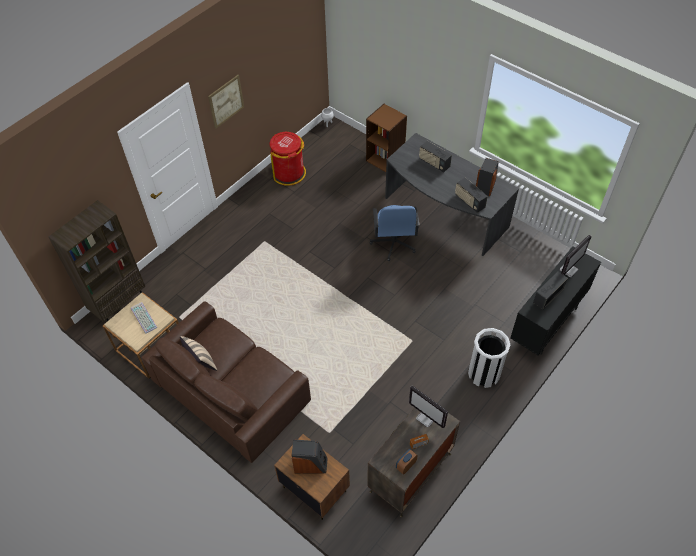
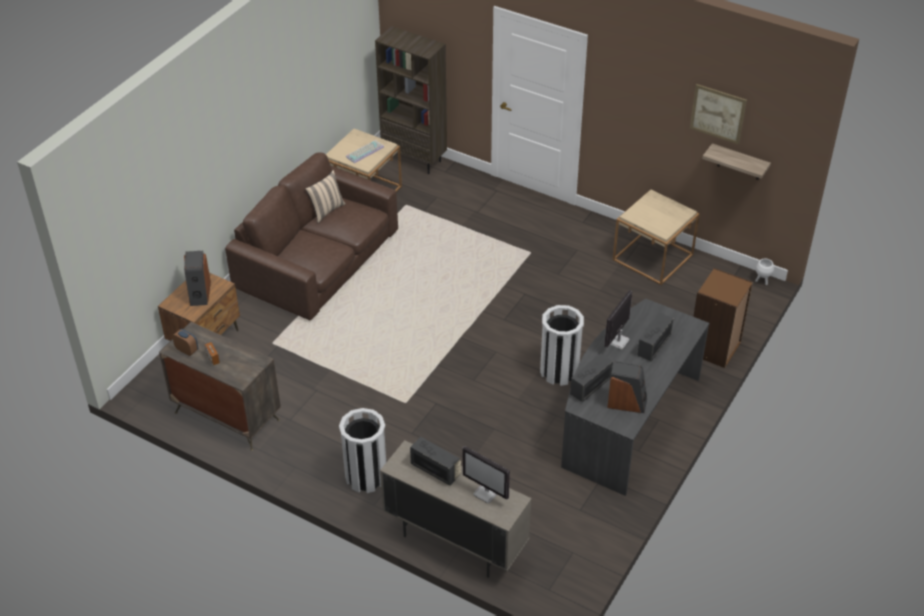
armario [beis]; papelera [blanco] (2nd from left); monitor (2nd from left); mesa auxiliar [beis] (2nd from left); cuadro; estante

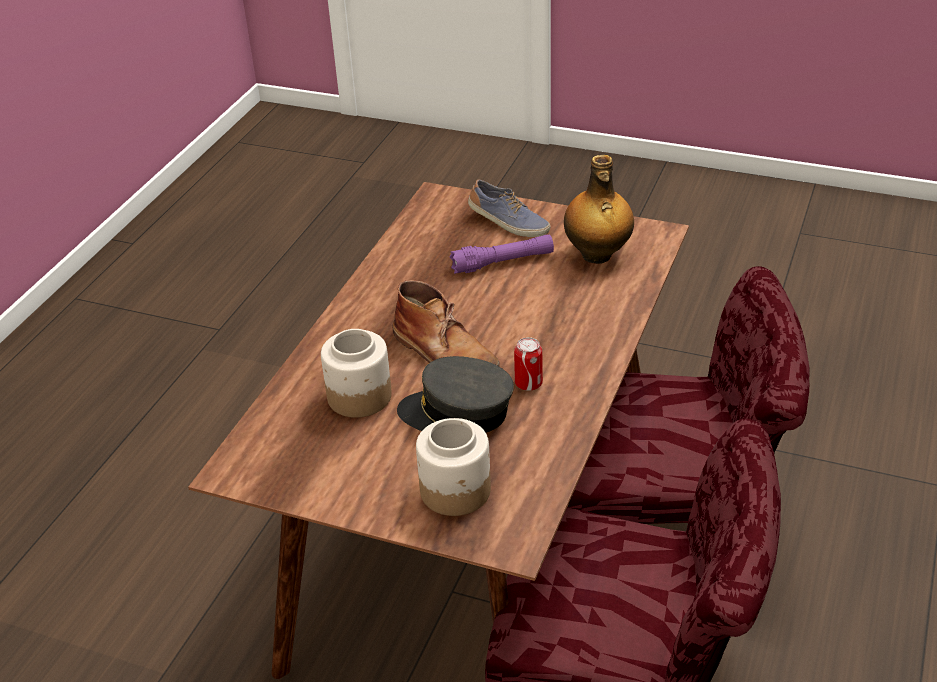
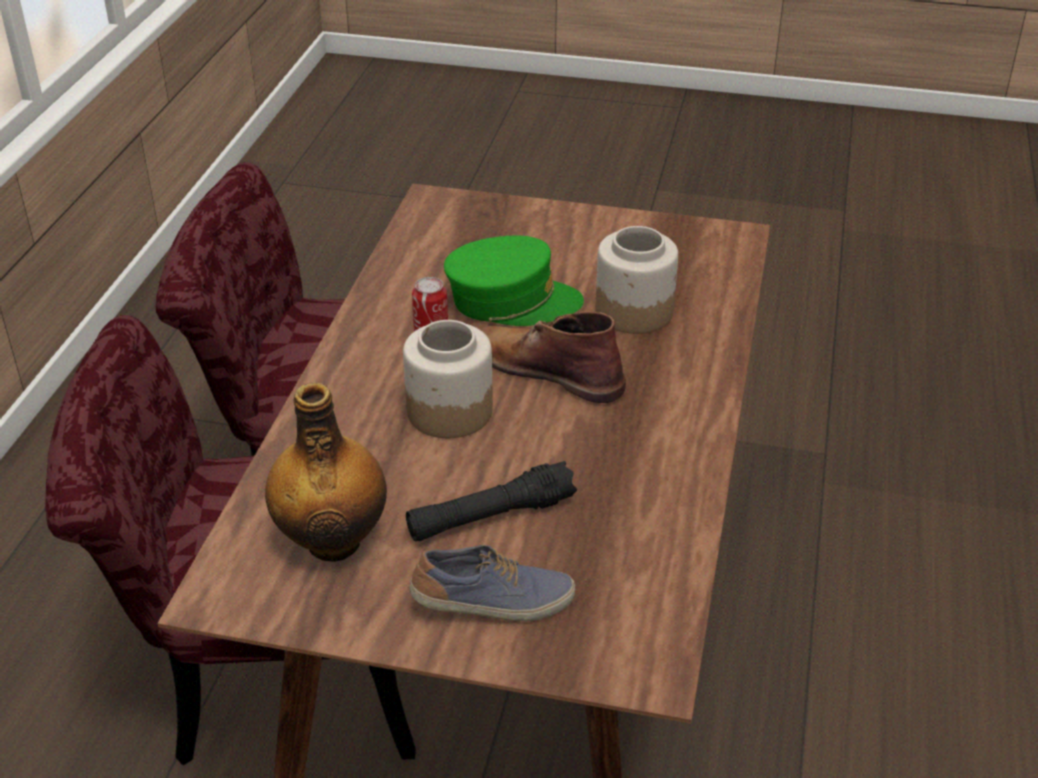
tarro (1st from left); linterna [negro]; zapato; gorra [verde]

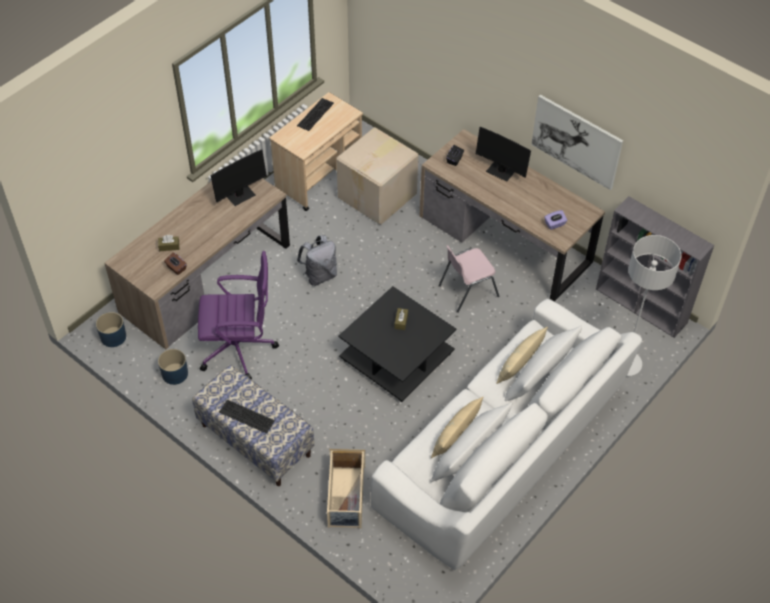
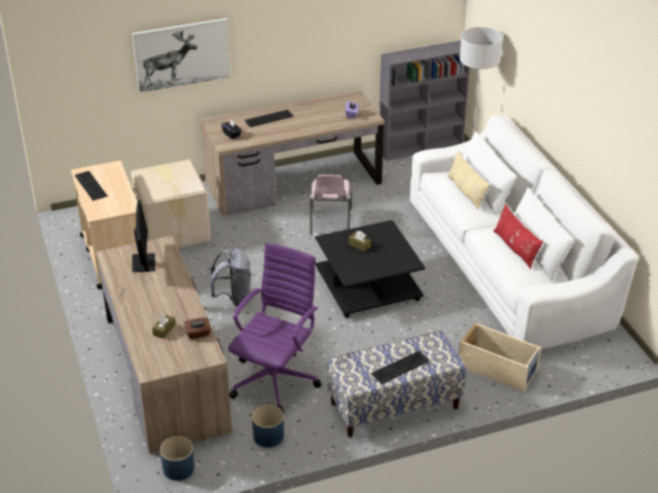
cuadro; teclado (2nd from left); cojín [rojo]

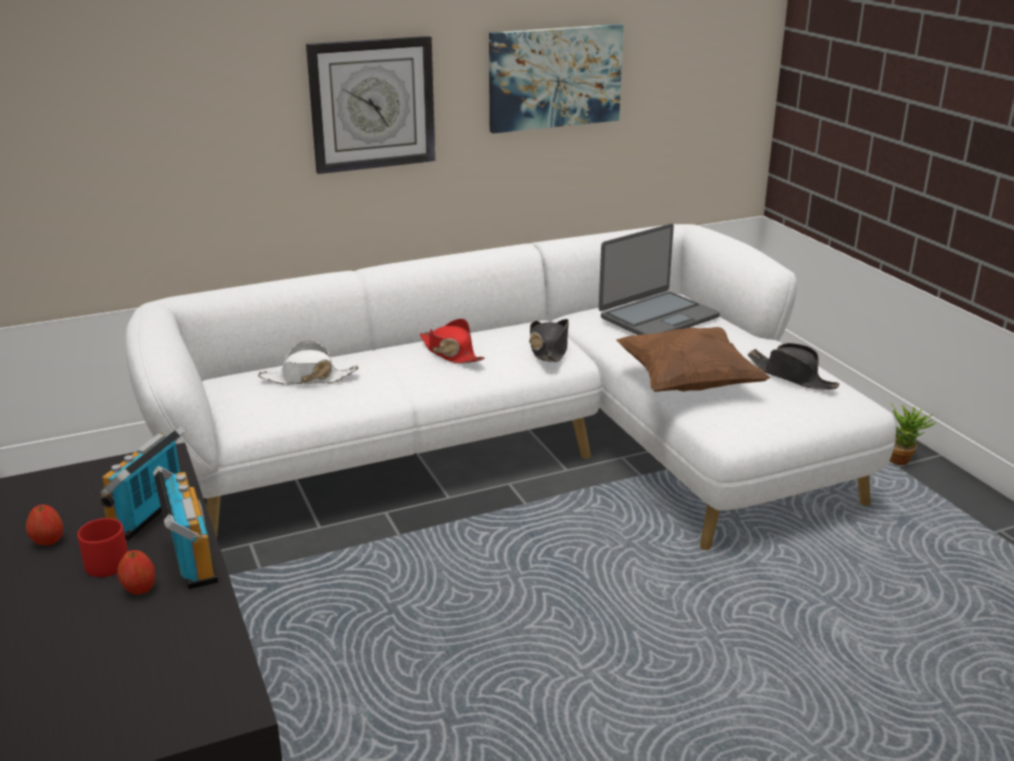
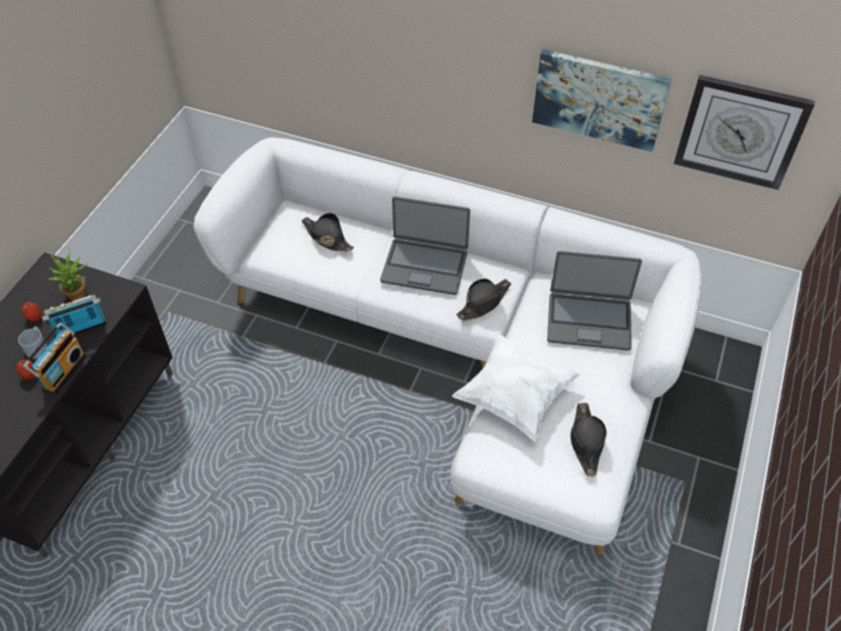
taza grande [gris]; planta en maceta; sombrero [negro] (1st from left); portátil (1st from left); cojín [blanco]; reloj de pared

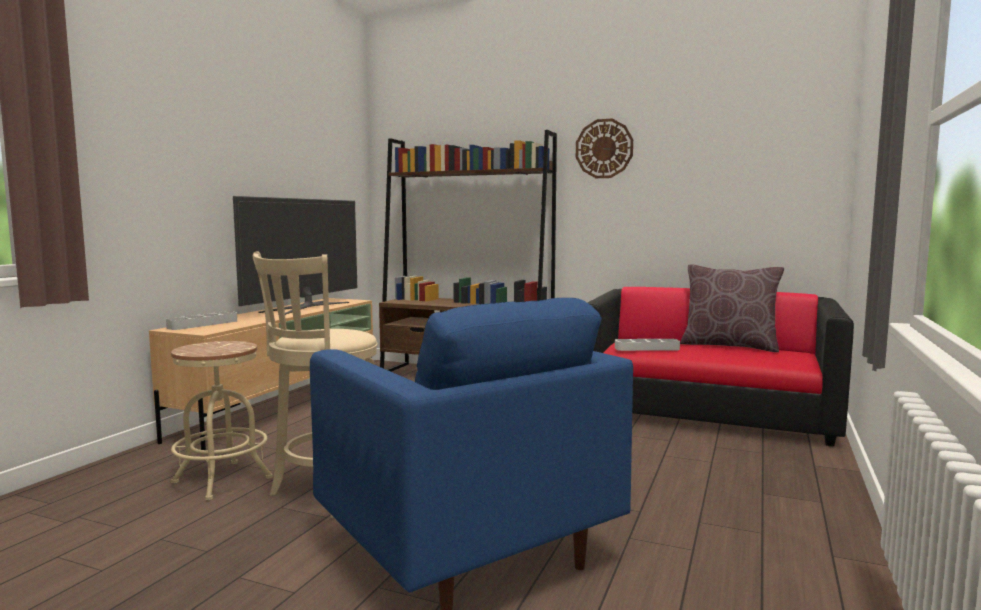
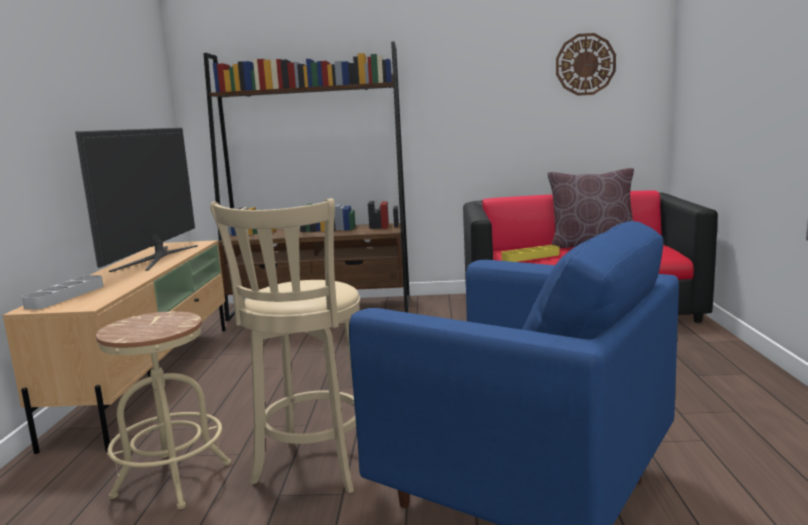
bandeja [amarillo]; reloj de pared

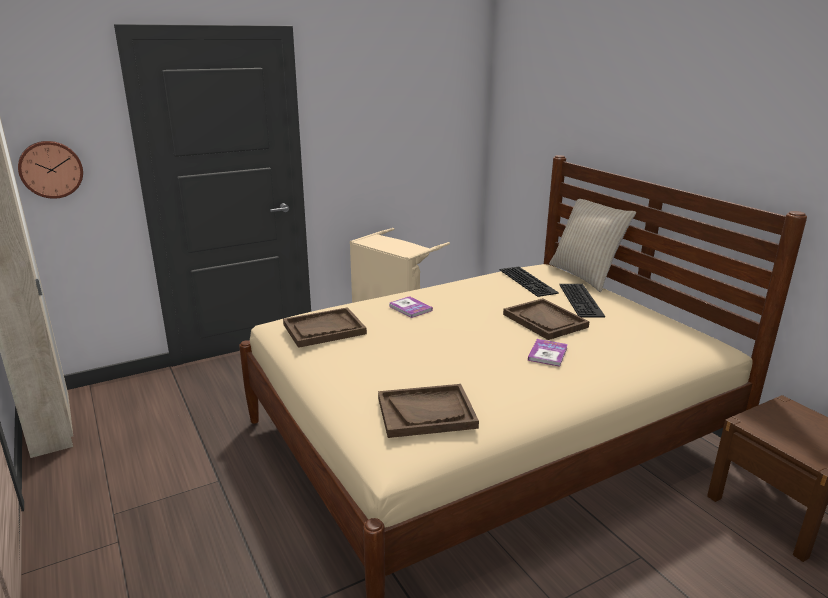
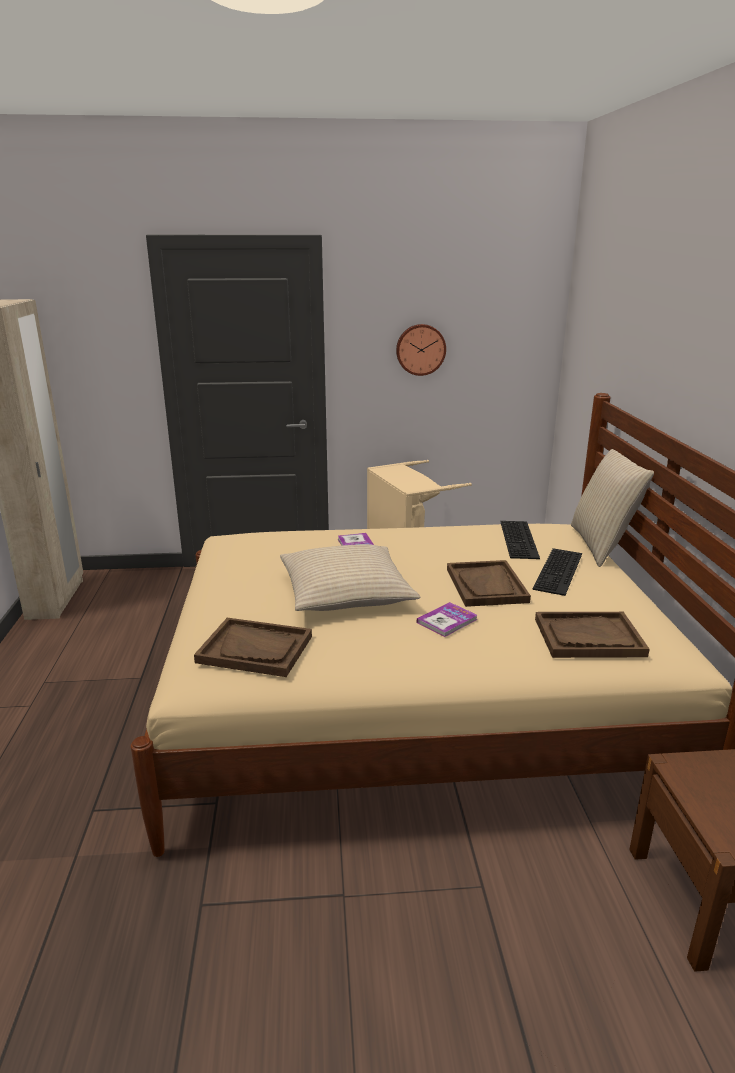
cojín [beis] (1st from left); reloj de pared; bandeja [marrón] (3rd from left)

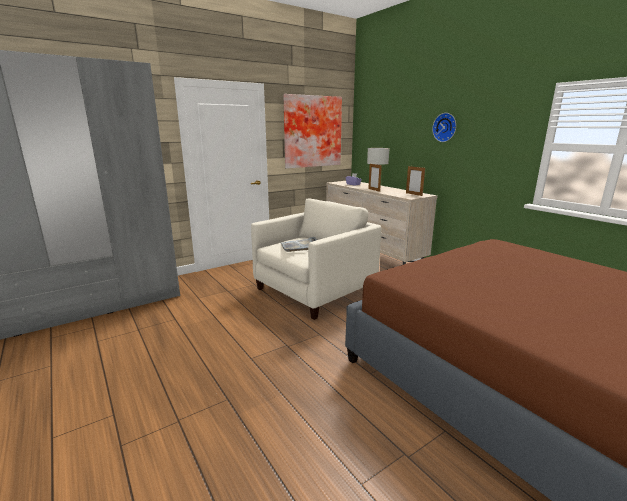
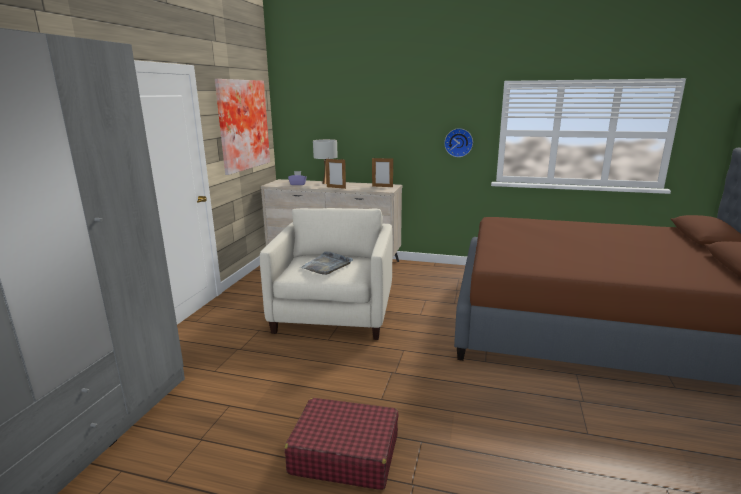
maleta [rojo]; reloj de pared

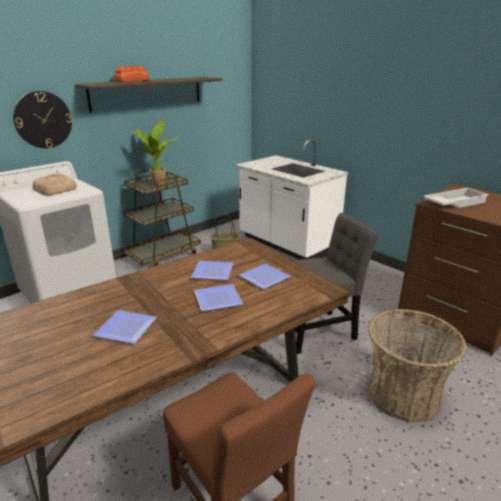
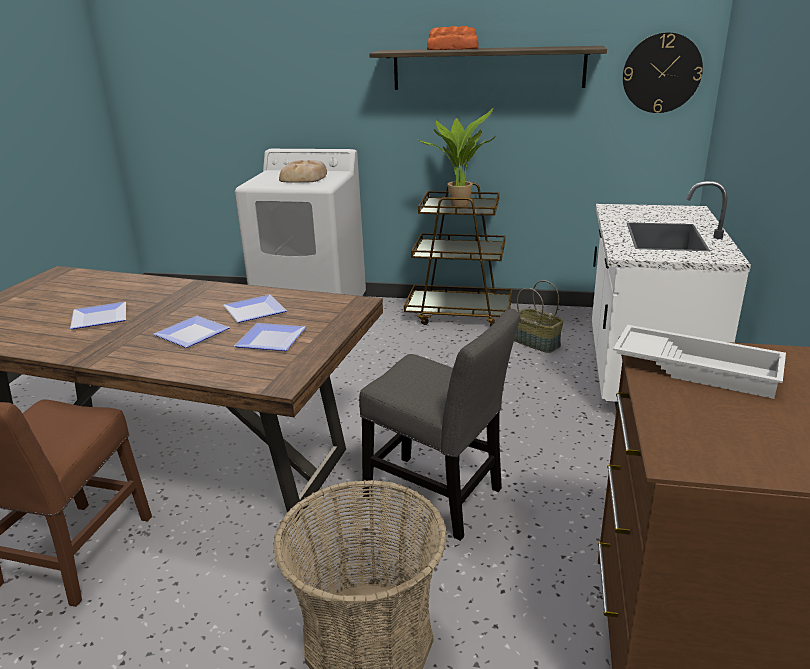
reloj de pared

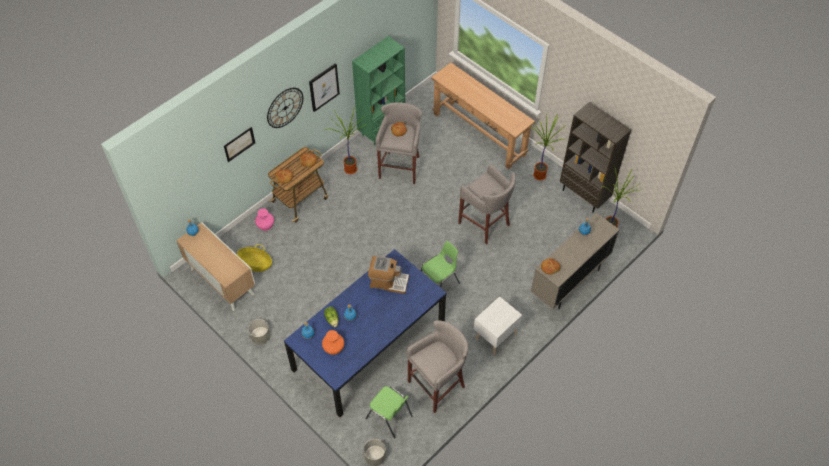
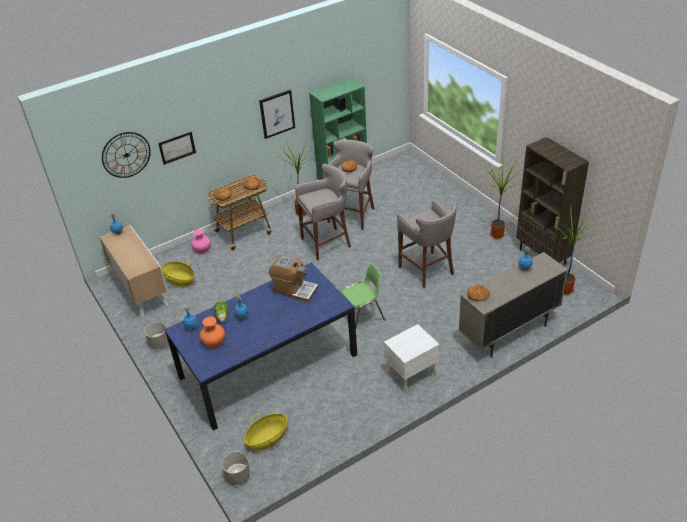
reloj de pared; cesta (2nd from left); taburete [gris] (1st from left); mesa consola [marrón]

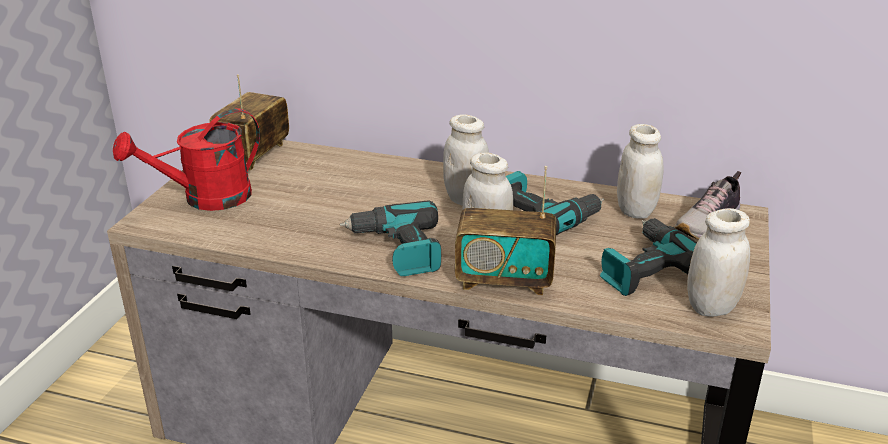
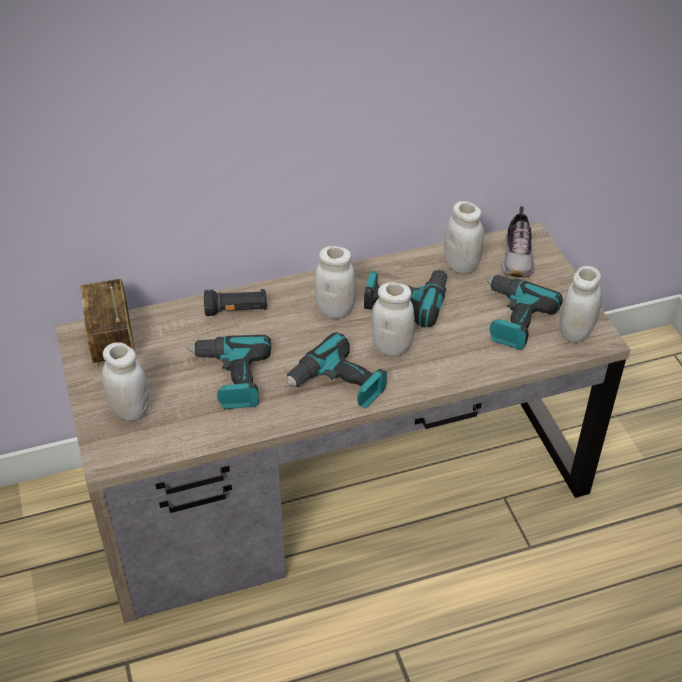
tarro [blanco] (1st from left); taladro (1st from left); linterna [negro]; radio (2nd from left in the first image)

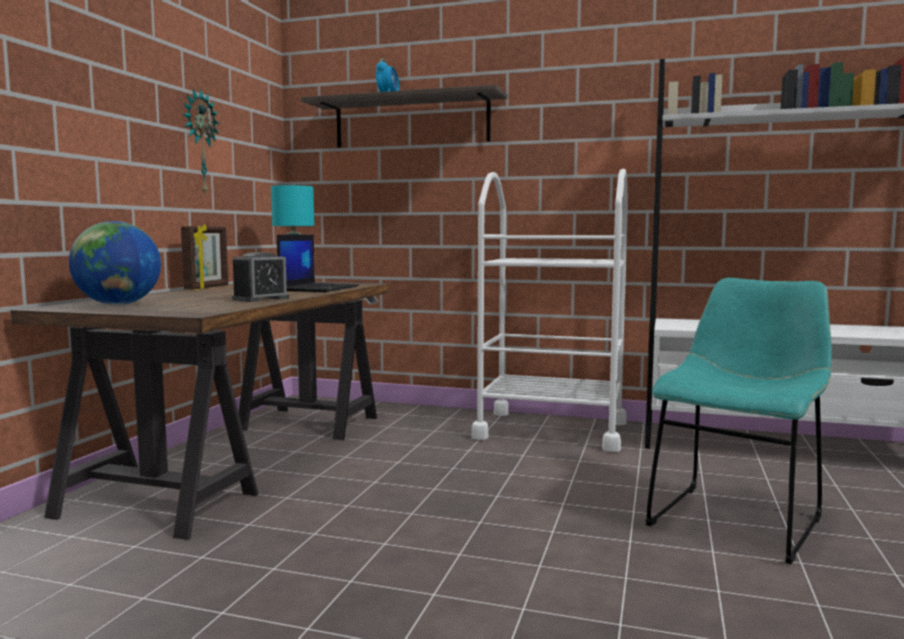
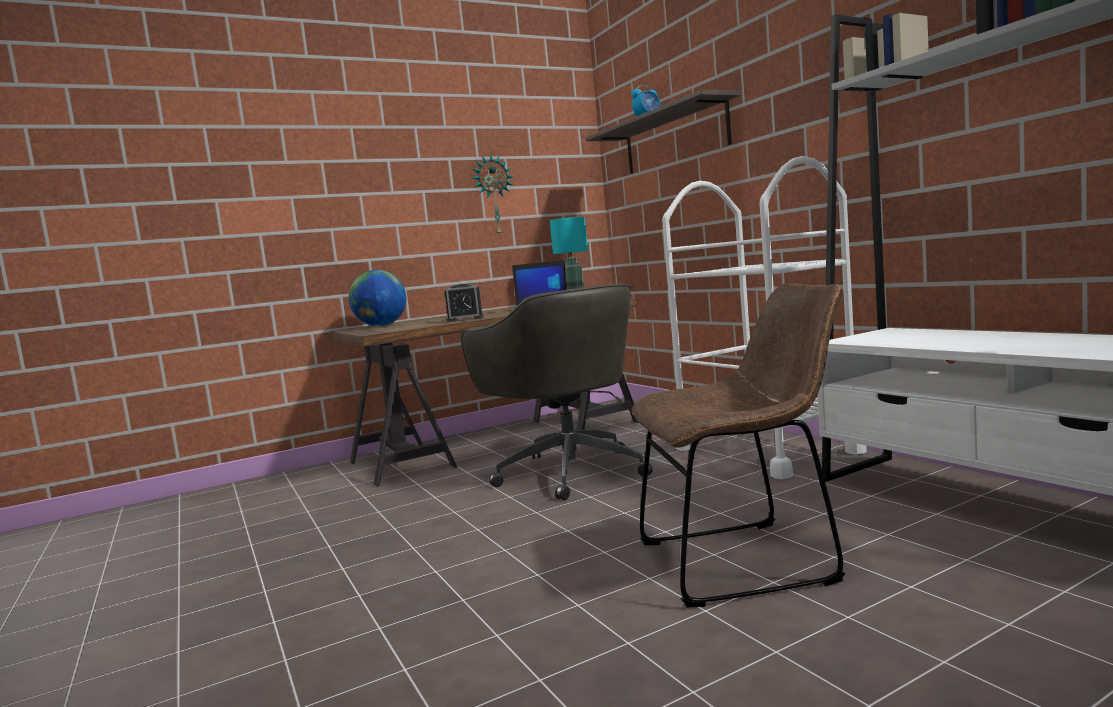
silla de oficina [gris]; silla [marrón]; portarretratos

